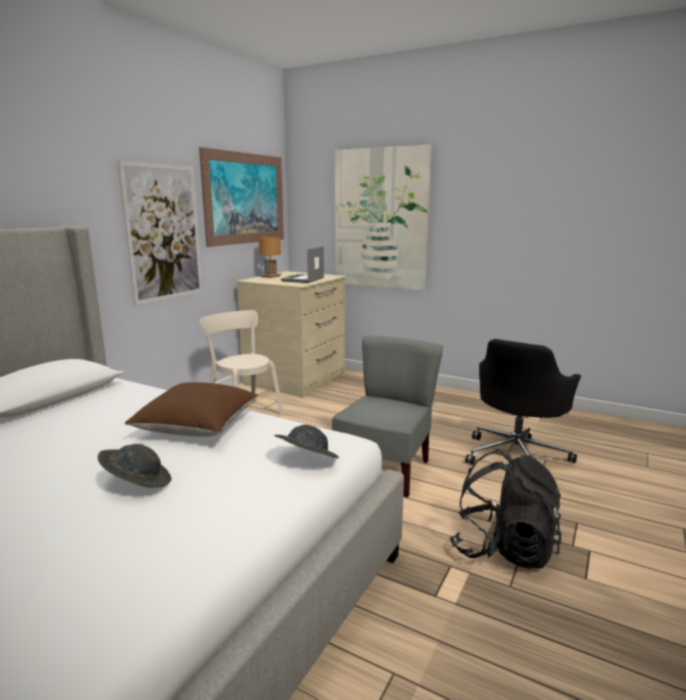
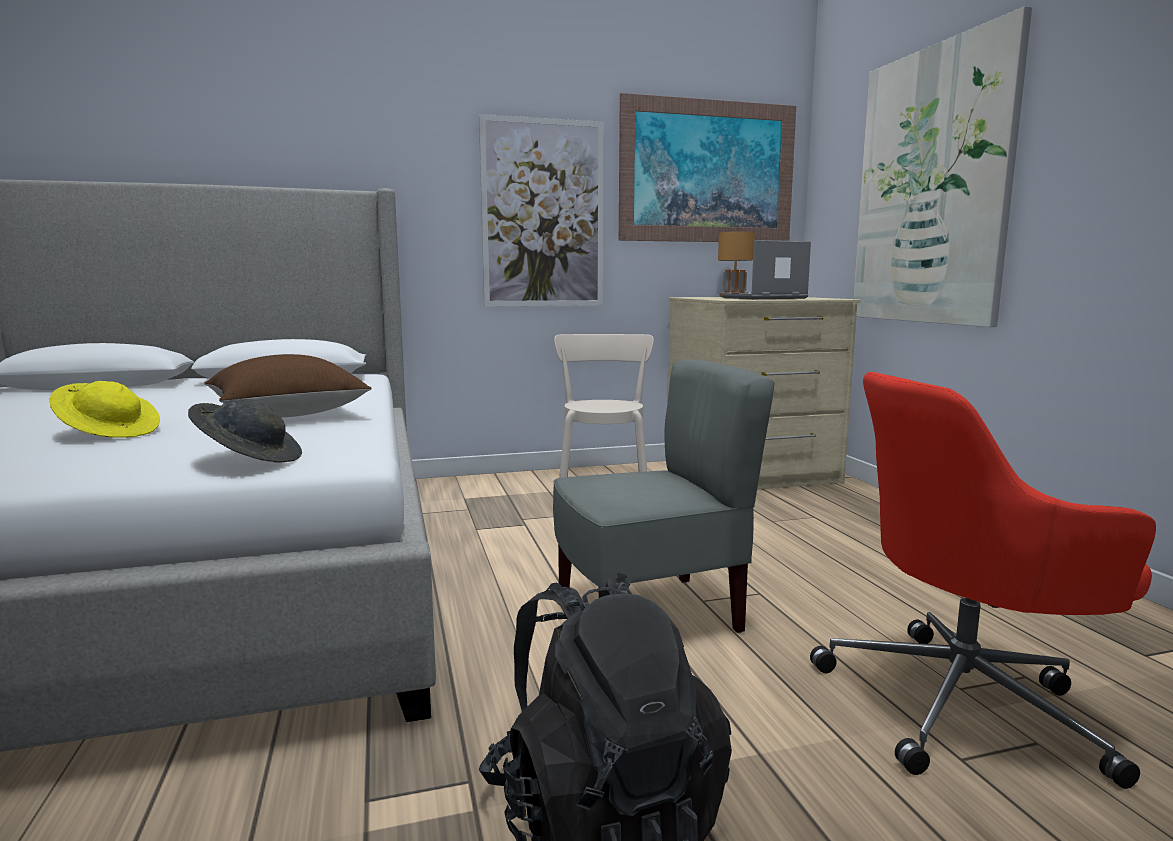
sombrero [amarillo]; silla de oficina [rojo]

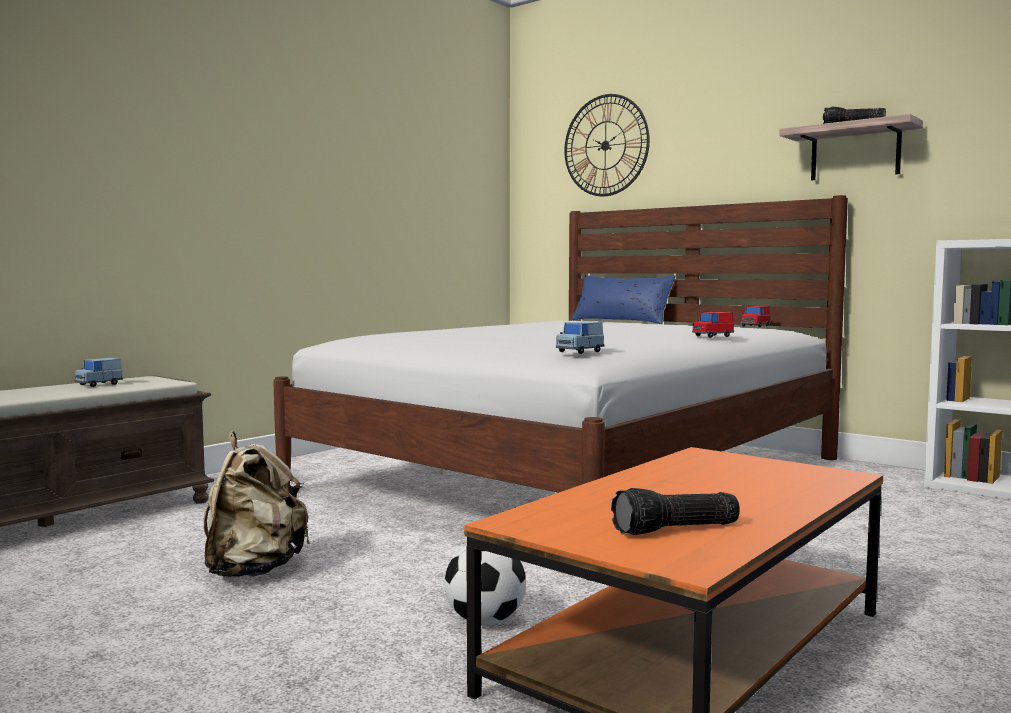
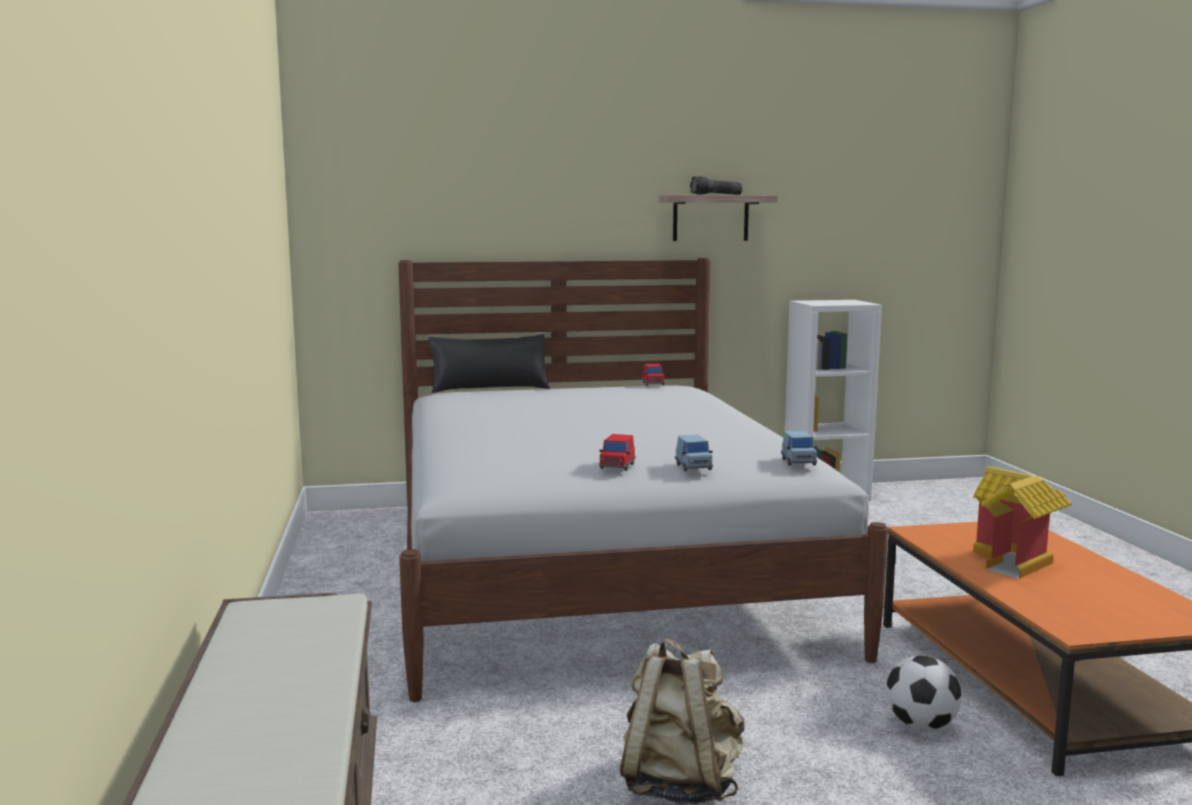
cojín [negro]; coche de juguete [rojo] (1st from left); coche de juguete [azul] (1st from left); casita; reloj de pared; linterna (1st from left in the first image)

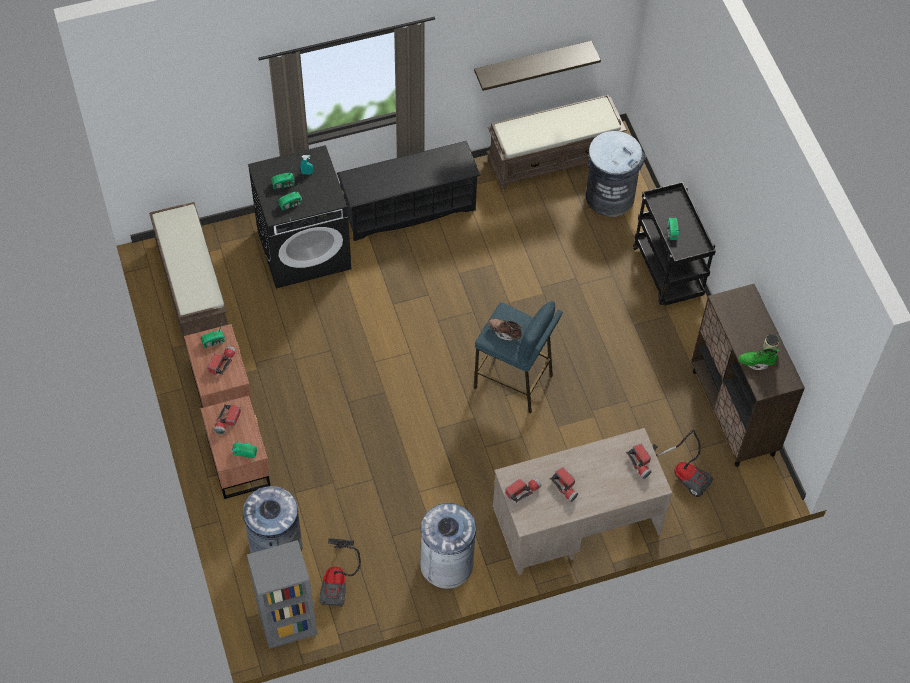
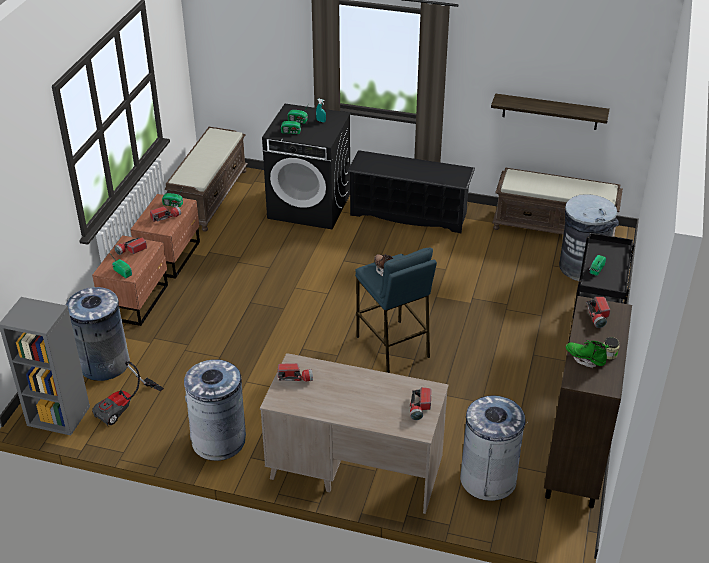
papelera [gris] (3rd from left); linterna (5th from left)

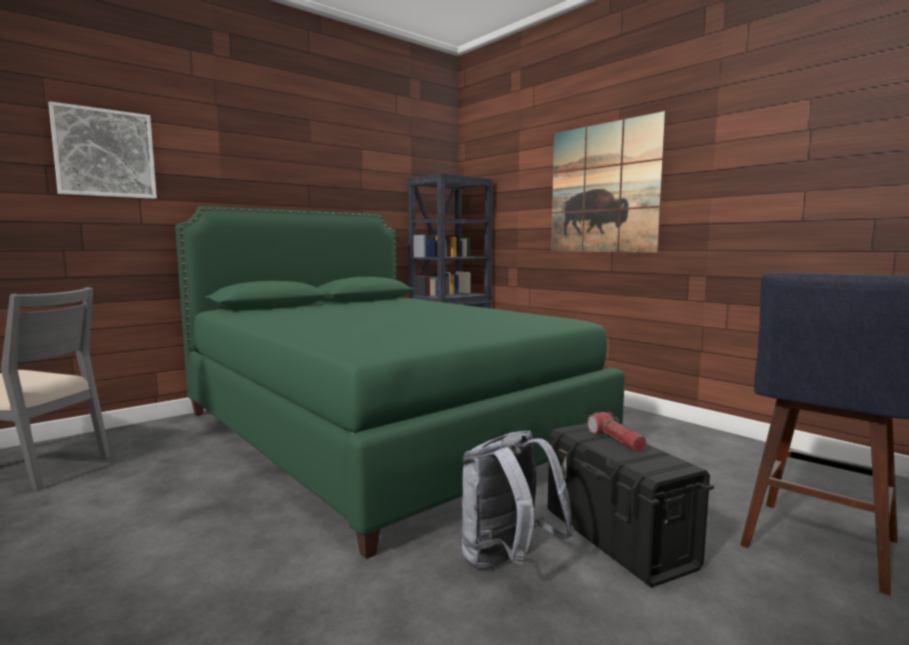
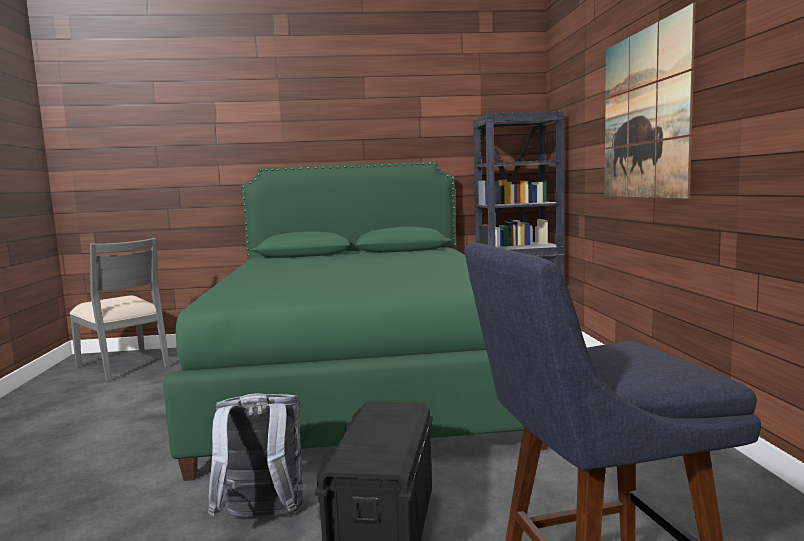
cuadro (1st from left in the first image); linterna

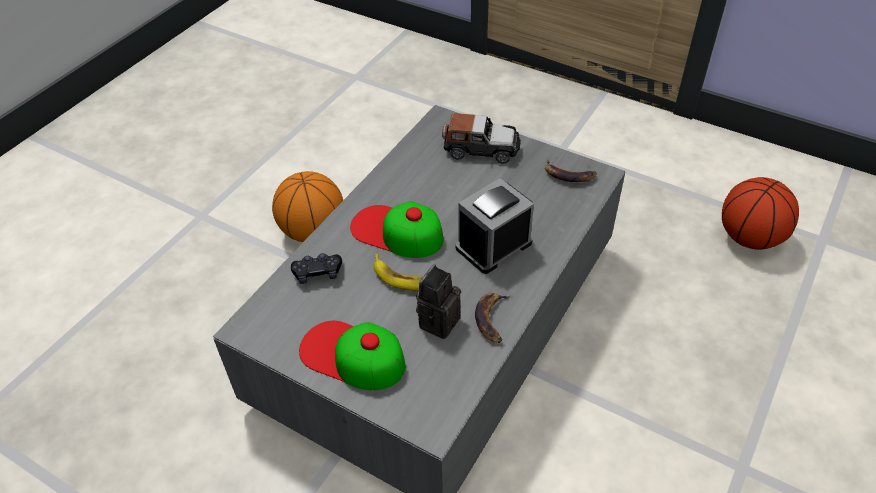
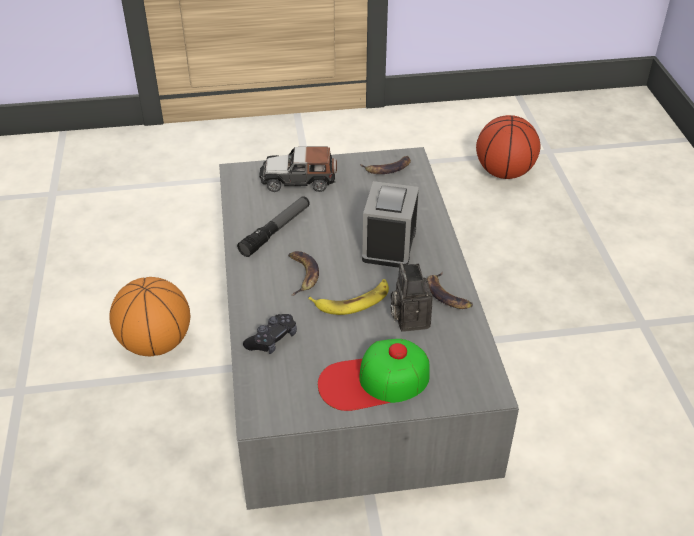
linterna; coche de juguete; plátano (1st from left)

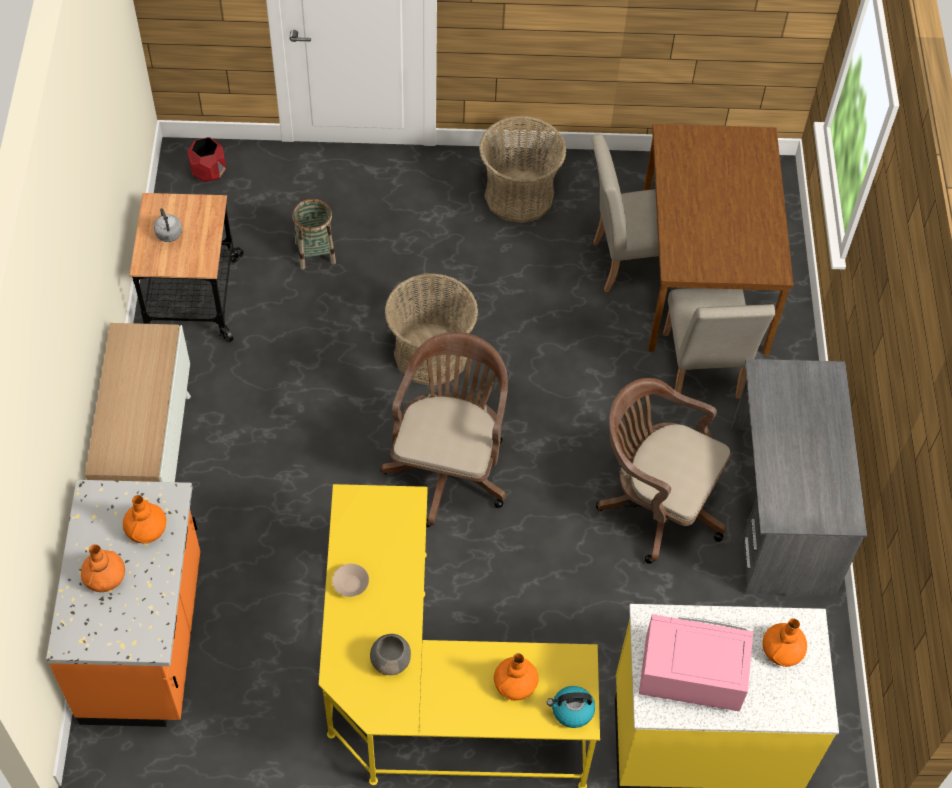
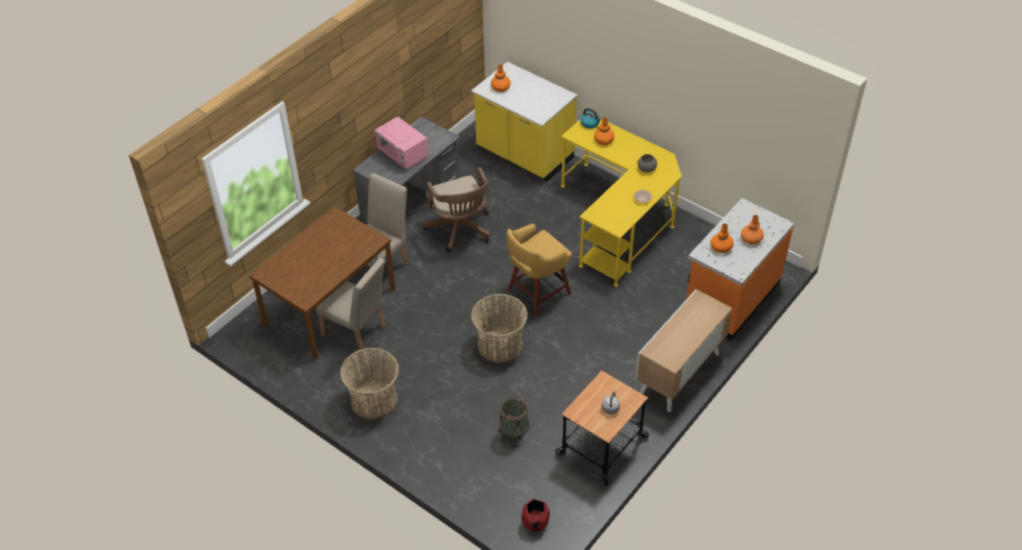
microondas [rosa]; taburete [amarillo]

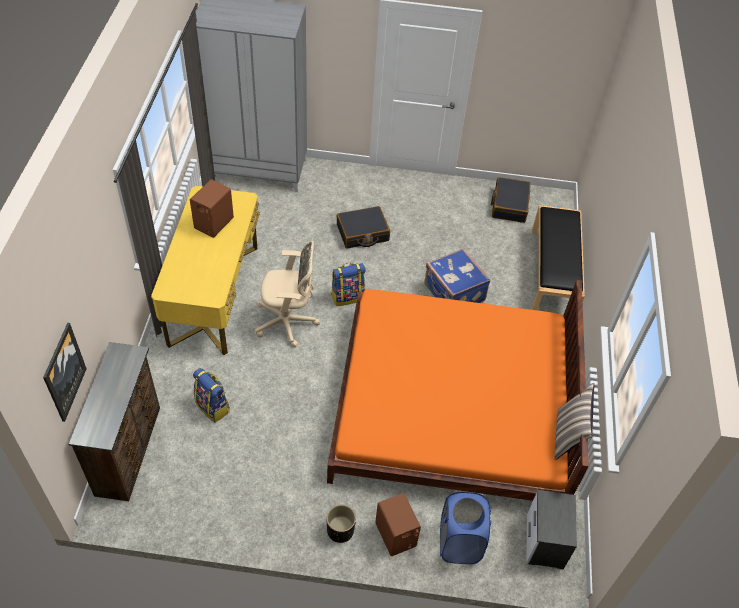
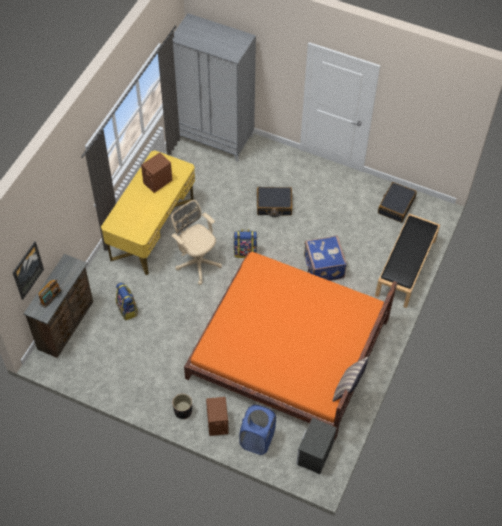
radio; silla de oficina [beis]

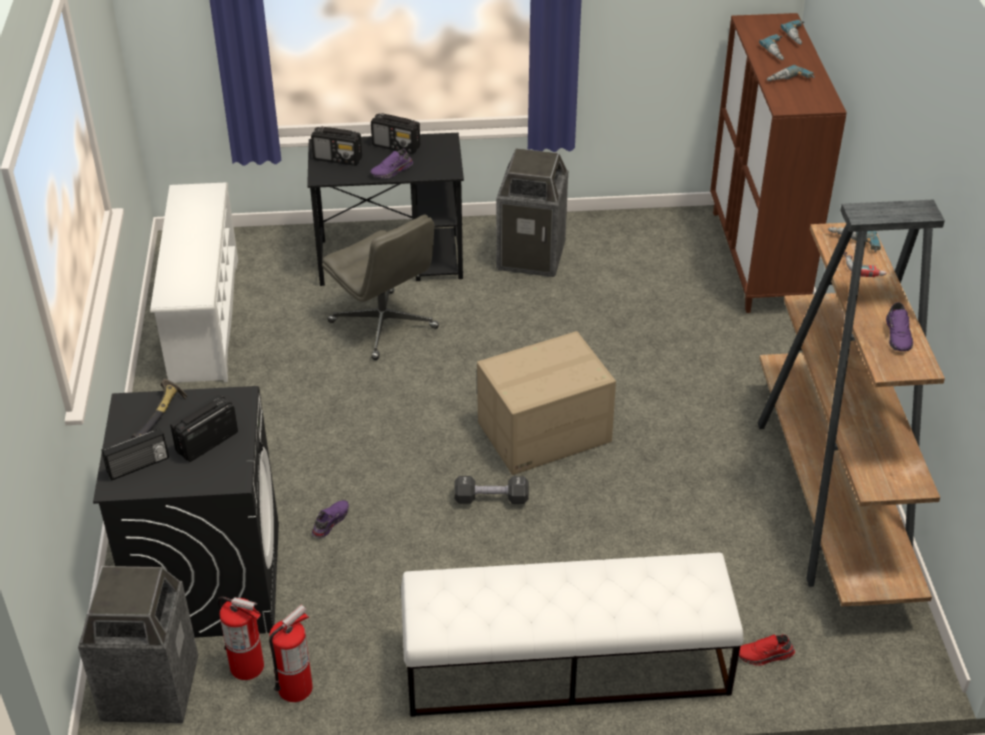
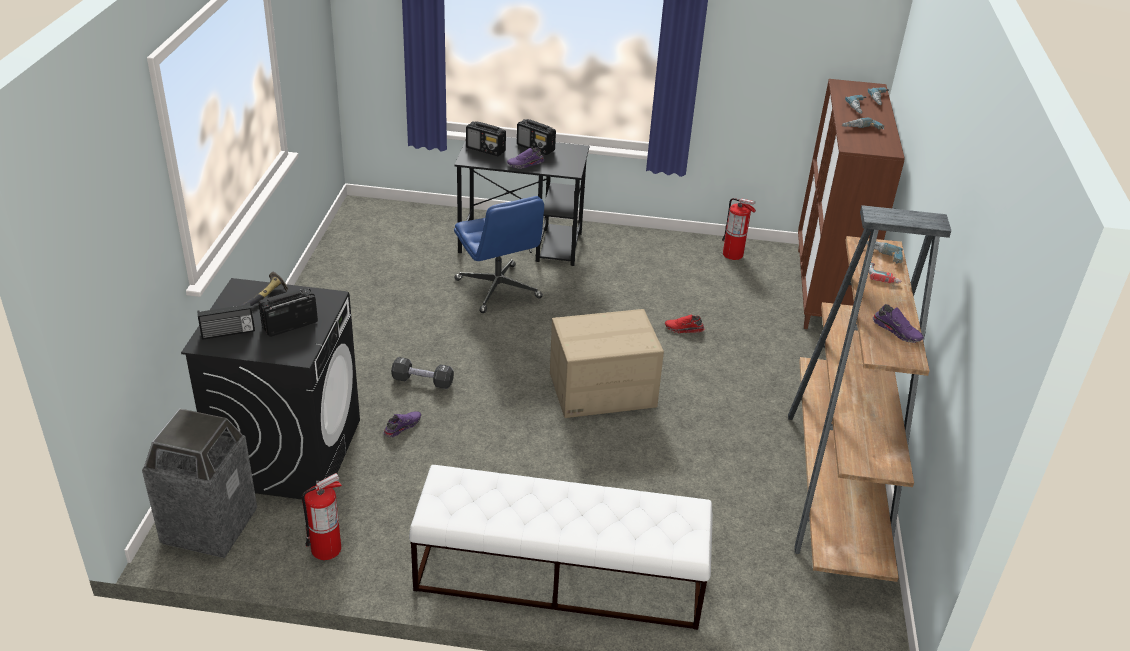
mancuerna [negro]; silla de oficina [azul]; zapato [rojo]; extintor (2nd from left); zapato [morado] (3rd from left); zapatero [blanco]; papelera (2nd from left in the first image)

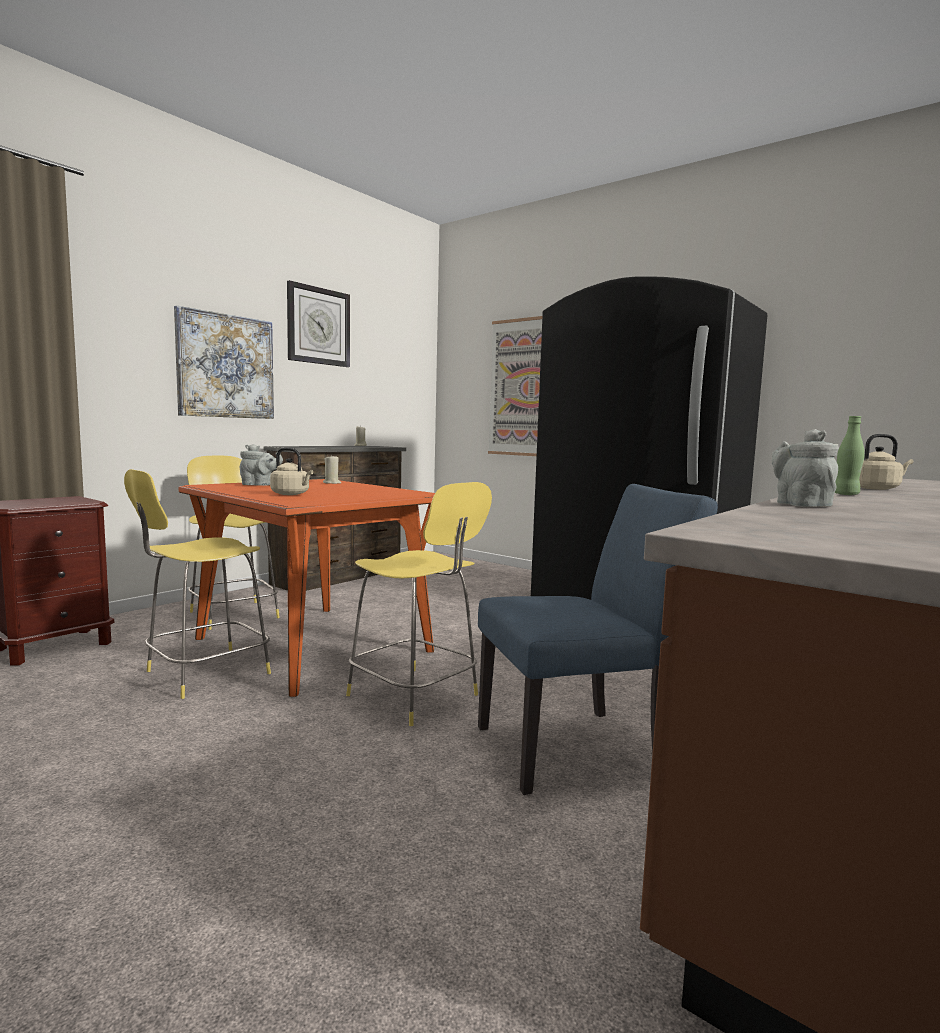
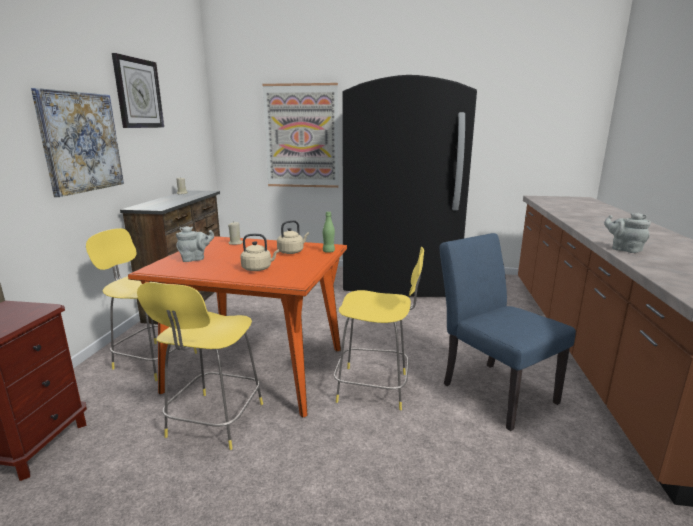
hervidor [beis] (2nd from left); botella [verde]; silla [azul]

